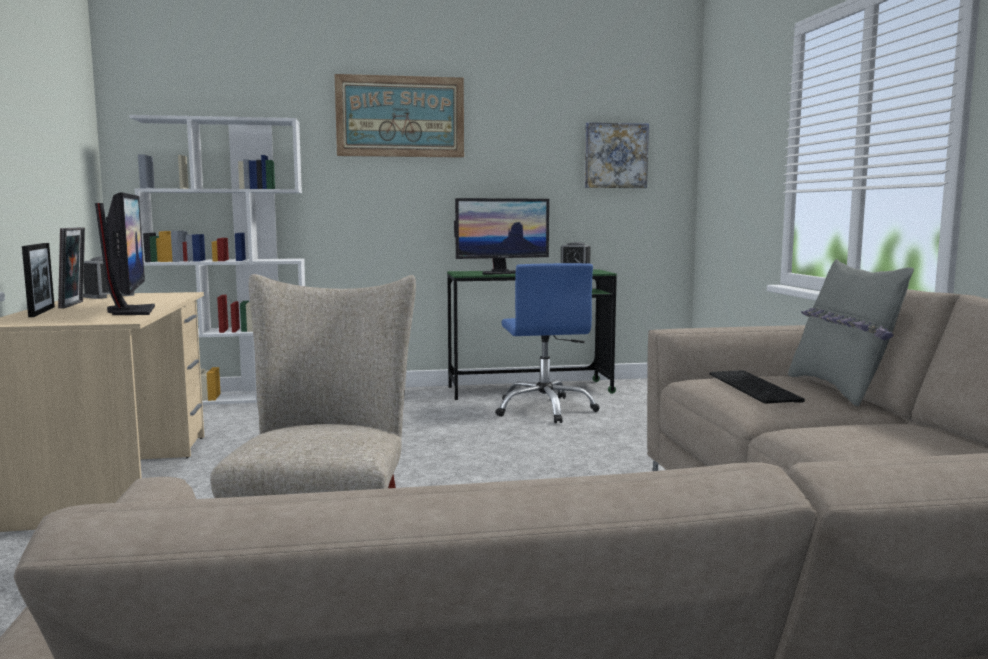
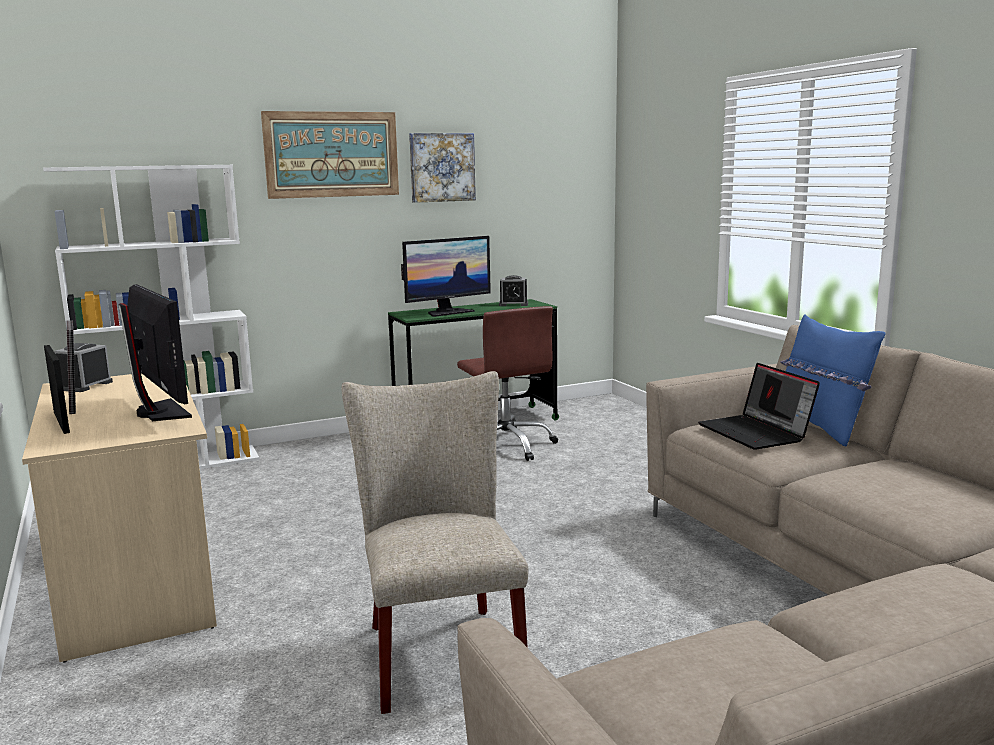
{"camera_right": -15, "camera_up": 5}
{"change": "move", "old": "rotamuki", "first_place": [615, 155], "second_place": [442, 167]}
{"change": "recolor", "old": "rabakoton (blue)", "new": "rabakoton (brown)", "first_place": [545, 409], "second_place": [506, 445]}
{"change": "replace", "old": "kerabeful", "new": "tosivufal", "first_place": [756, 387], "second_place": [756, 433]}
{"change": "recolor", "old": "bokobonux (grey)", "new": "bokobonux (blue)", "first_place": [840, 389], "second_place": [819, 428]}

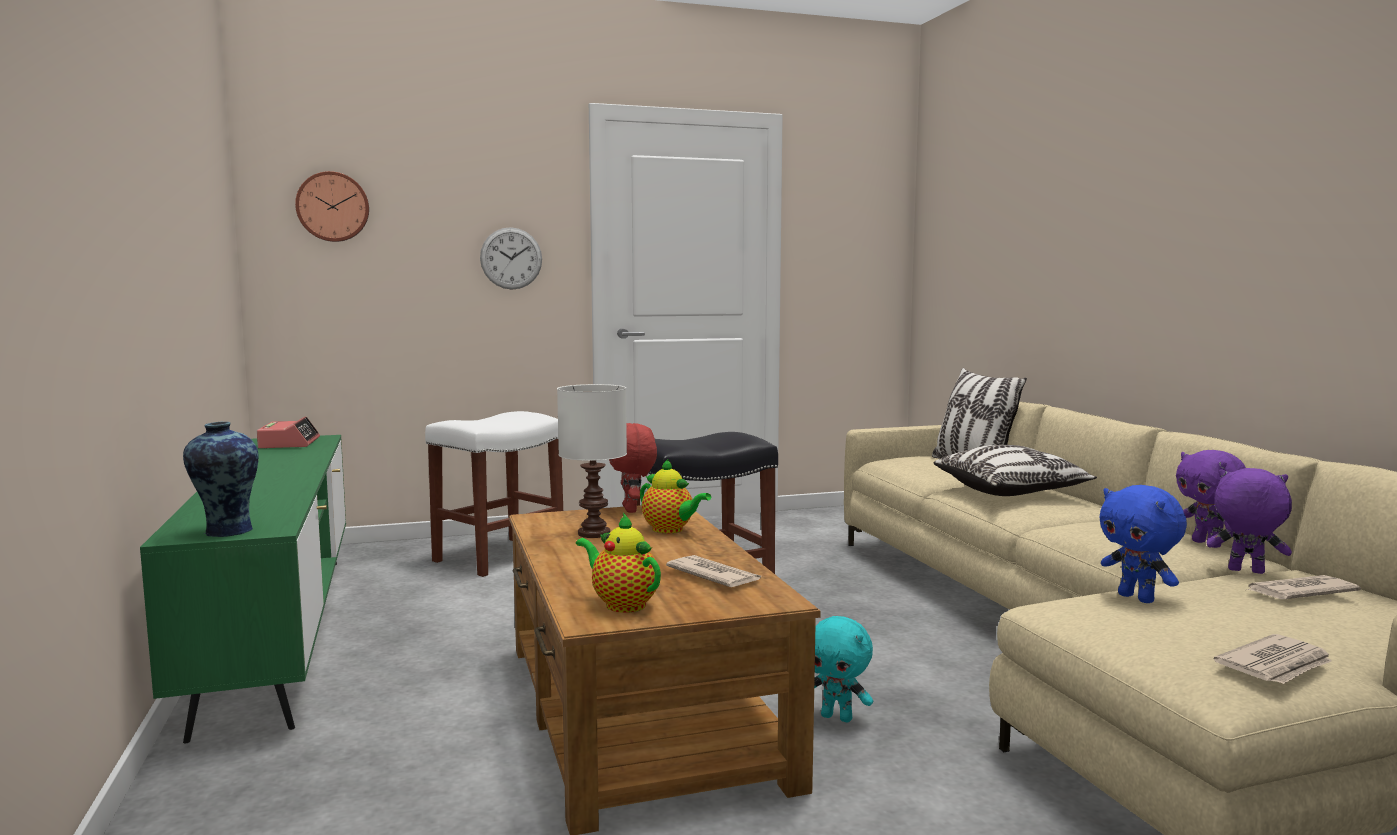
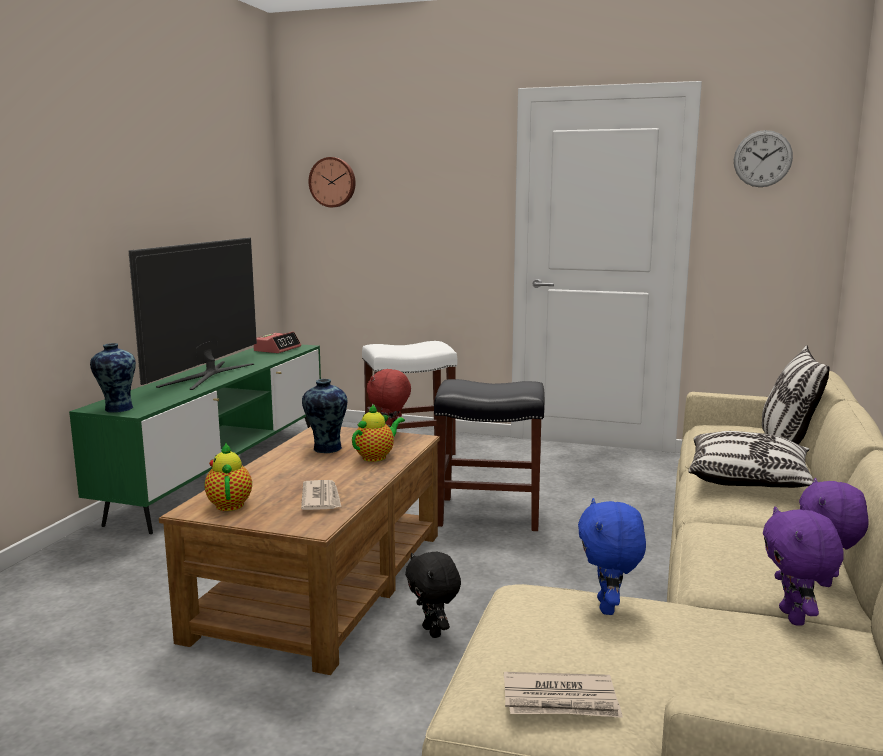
{"camera_right": 35, "camera_up": 5}
{"change": "insert", "new": "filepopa", "second_place": [208, 375]}
{"change": "replace", "old": "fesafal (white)", "new": "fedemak", "first_place": [592, 533], "second_place": [326, 449]}
{"change": "rotate", "old": "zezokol", "first_place": [670, 530], "second_place": [376, 457], "degrees": -120}
{"change": "recolor", "old": "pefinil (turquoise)", "new": "pefinil (black)", "first_place": [837, 717], "second_place": [433, 632]}
{"change": "move", "old": "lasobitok", "first_place": [511, 258], "second_place": [762, 159]}
{"change": "rotate", "old": "pefinil (purple)", "first_place": [1245, 571], "second_place": [794, 618], "degrees": -150}
{"change": "delete", "old": "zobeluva", "first_place": [1298, 592]}

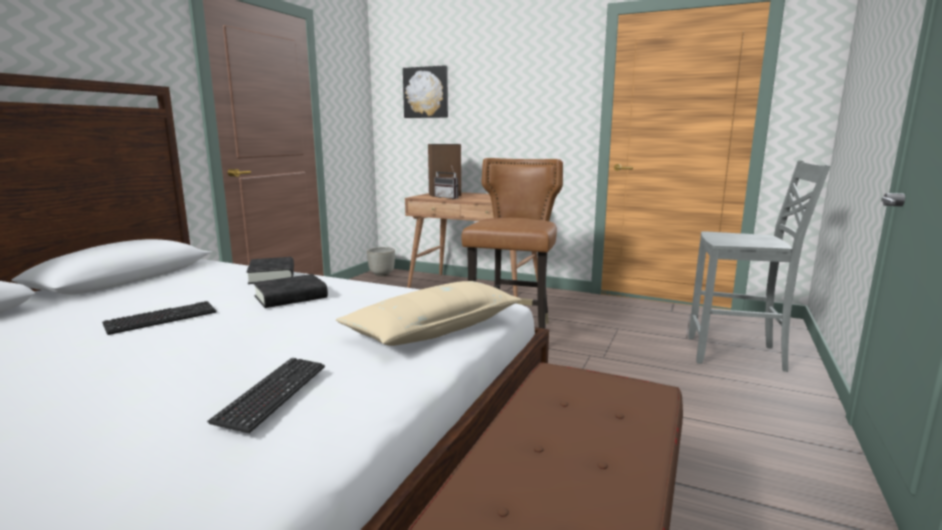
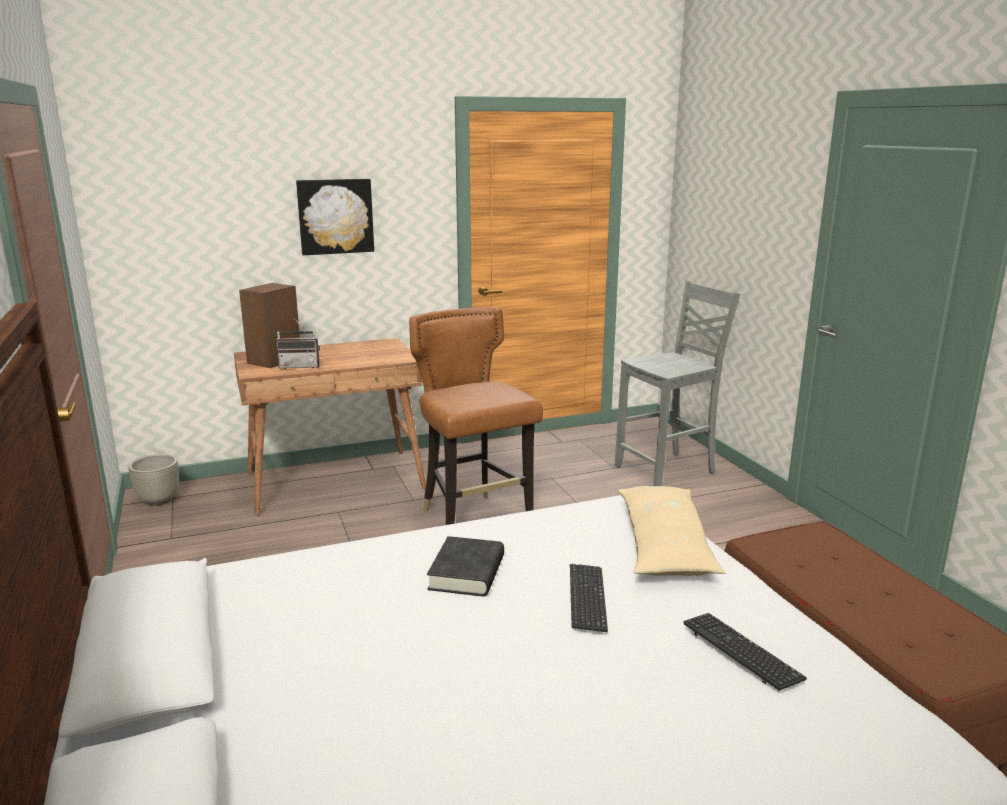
{"camera_right": -45, "camera_up": 5}
{"change": "move", "old": "rotamuki", "first_place": [426, 92], "second_place": [335, 216]}
{"change": "move", "old": "kerabeful", "first_place": [162, 319], "second_place": [587, 599]}
{"change": "delete", "old": "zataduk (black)", "first_place": [272, 275]}

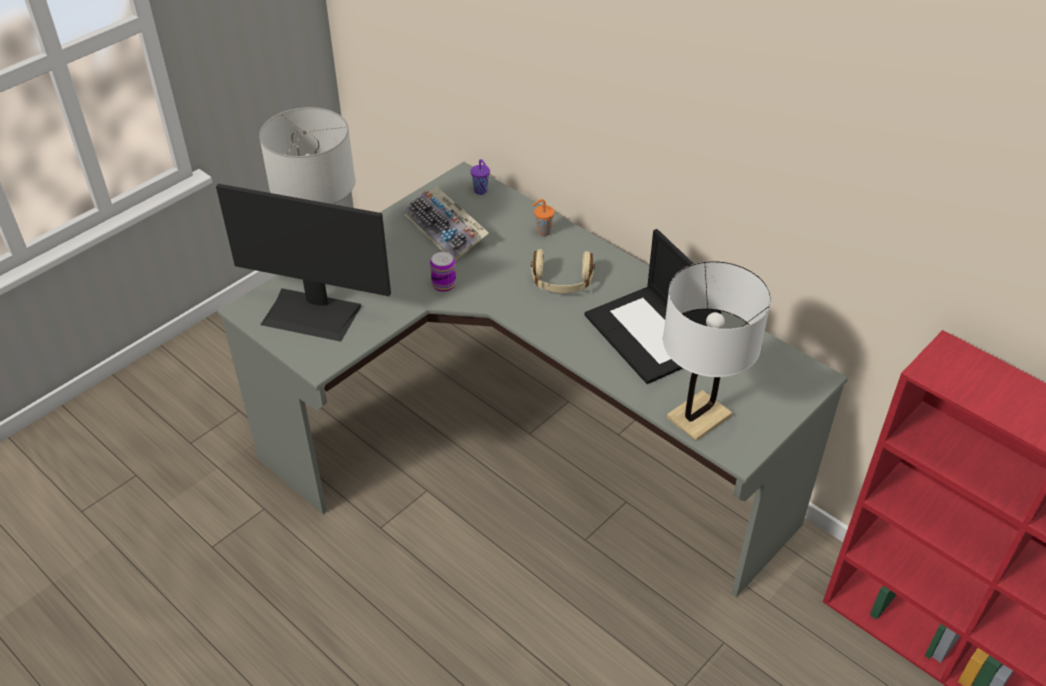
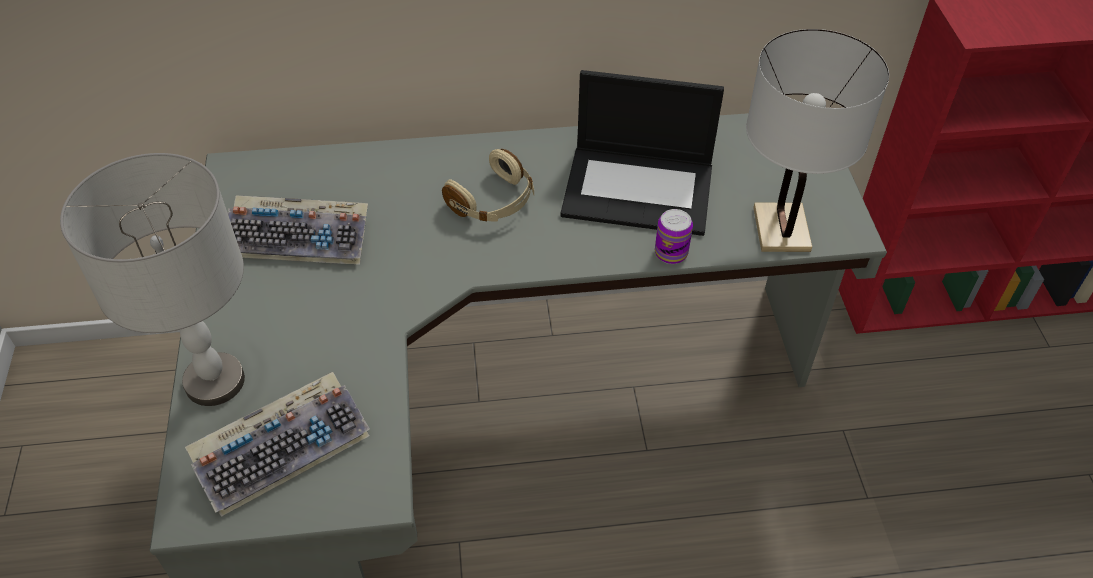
{"camera_right": -50, "camera_up": 5}
{"change": "replace", "old": "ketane", "new": "kerabeful", "first_place": [312, 314], "second_place": [283, 448]}
{"change": "move", "old": "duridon", "first_place": [444, 285], "second_place": [671, 253]}
{"change": "delete", "old": "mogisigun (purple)", "first_place": [481, 191]}
{"change": "delete", "old": "mogisigun (orange)", "first_place": [542, 232]}

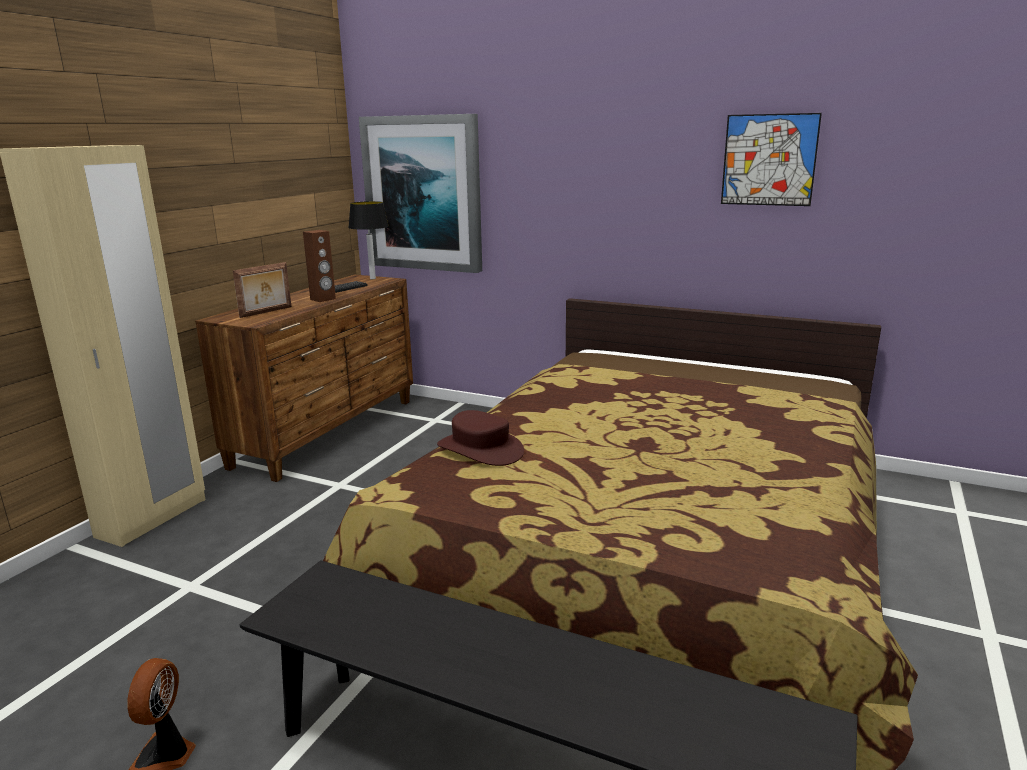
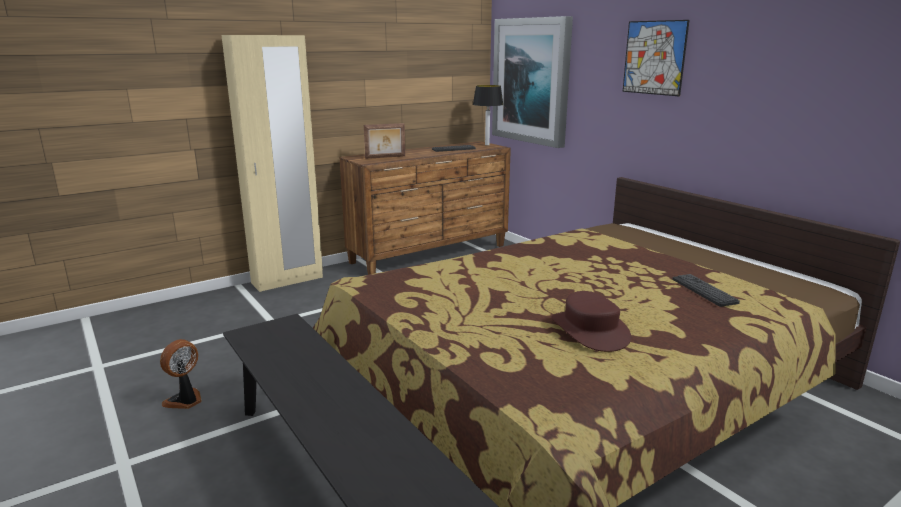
{"camera_right": 30, "camera_up": 0}
{"change": "move", "old": "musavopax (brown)", "first_place": [480, 449], "second_place": [590, 330]}
{"change": "move", "old": "rotamuki", "first_place": [769, 160], "second_place": [654, 57]}
{"change": "insert", "new": "kerabeful", "second_place": [704, 291]}
{"change": "delete", "old": "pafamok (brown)", "first_place": [323, 299]}

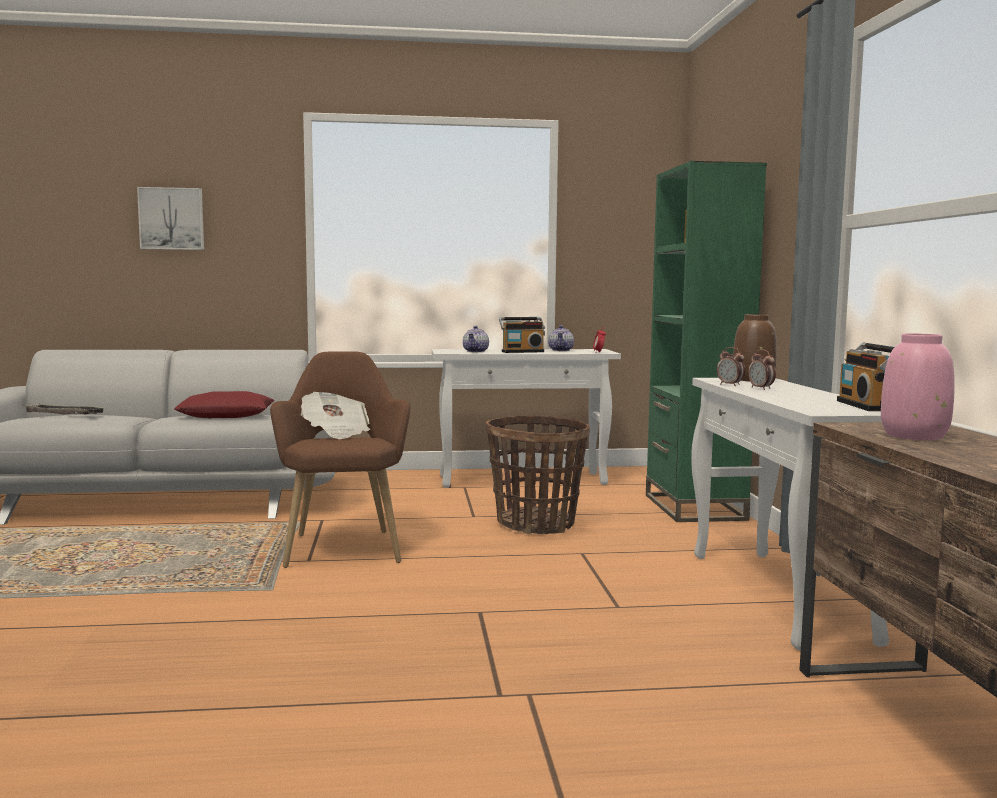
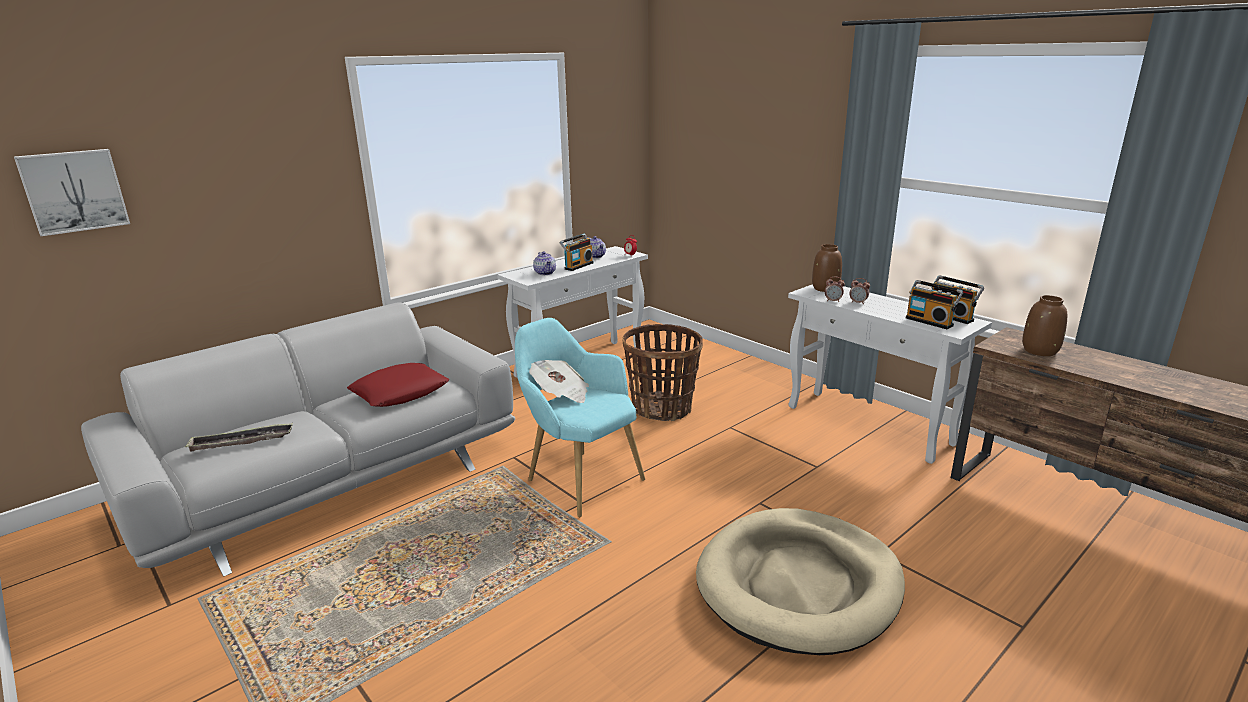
{"camera_right": -35, "camera_up": 15}
{"change": "move", "old": "rotamuki", "first_place": [172, 219], "second_place": [74, 191]}
{"change": "recolor", "old": "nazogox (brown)", "new": "nazogox (turquoise)", "first_place": [343, 546], "second_place": [579, 478]}
{"change": "insert", "new": "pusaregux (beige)", "second_place": [799, 584]}
{"change": "insert", "new": "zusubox", "second_place": [930, 321]}
{"change": "recolor", "old": "fedemak (pink)", "new": "fedemak (brown)", "first_place": [913, 435], "second_place": [1039, 351]}
{"change": "delete", "old": "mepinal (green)", "first_place": [694, 507]}

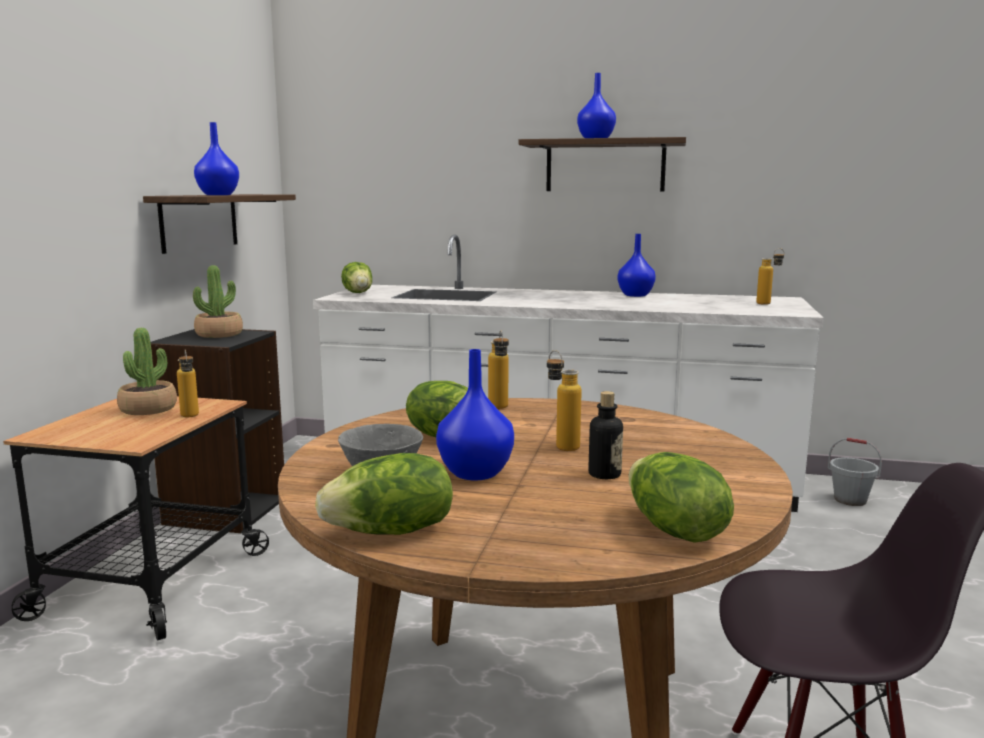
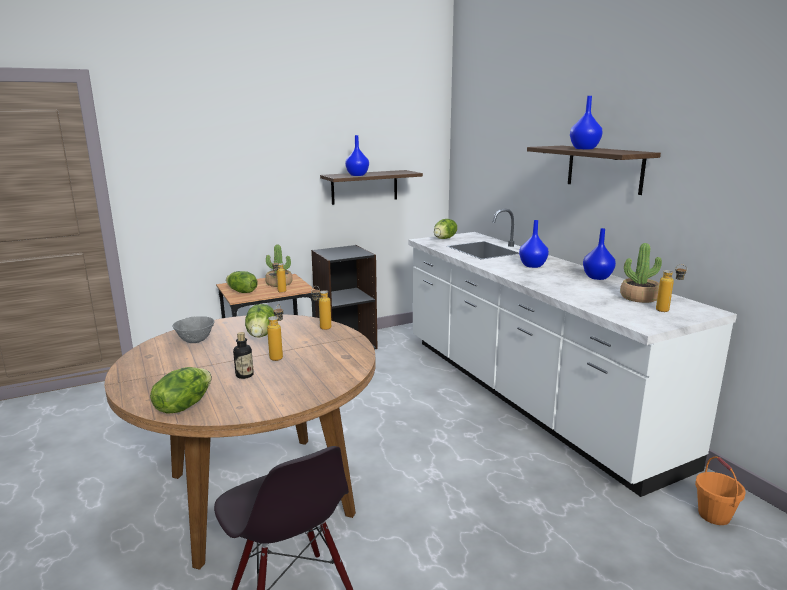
{"camera_right": 50, "camera_up": 5}
{"change": "move", "old": "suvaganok", "first_place": [391, 532], "second_place": [242, 292]}
{"change": "move", "old": "fedemak (blue)", "first_place": [477, 473], "second_place": [533, 266]}
{"change": "move", "old": "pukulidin", "first_place": [219, 334], "second_place": [639, 298]}
{"change": "recolor", "old": "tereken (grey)", "new": "tereken (orange)", "first_place": [850, 500], "second_place": [714, 515]}

